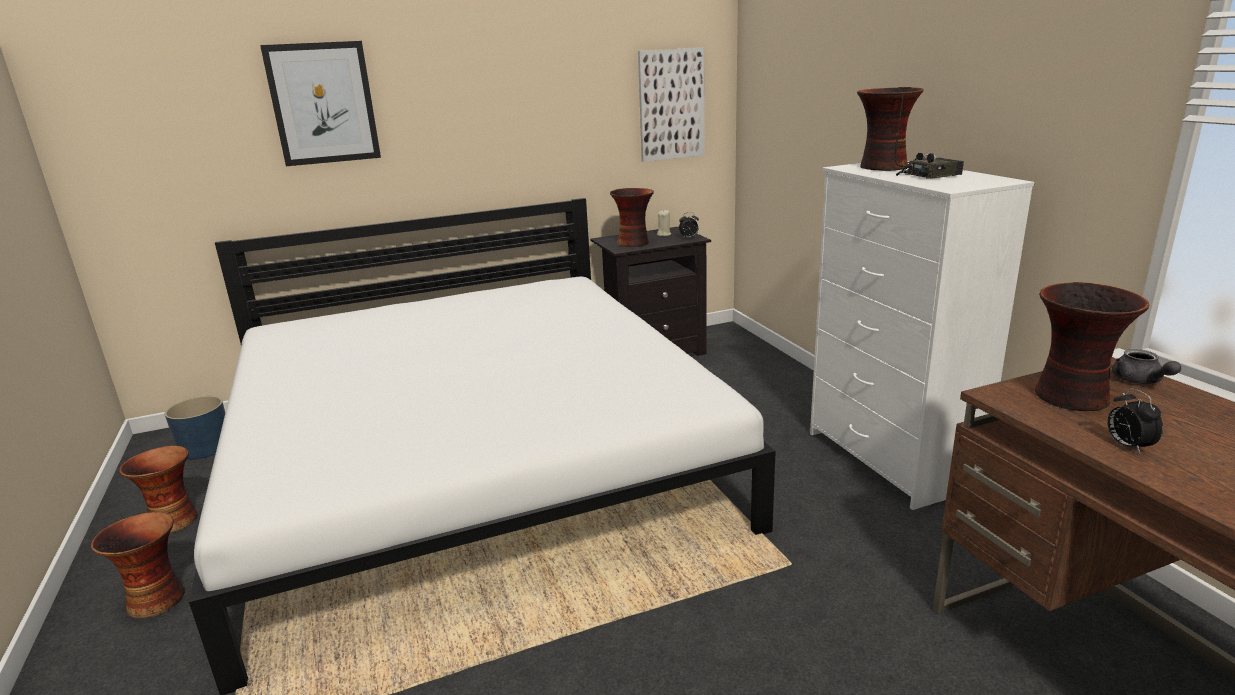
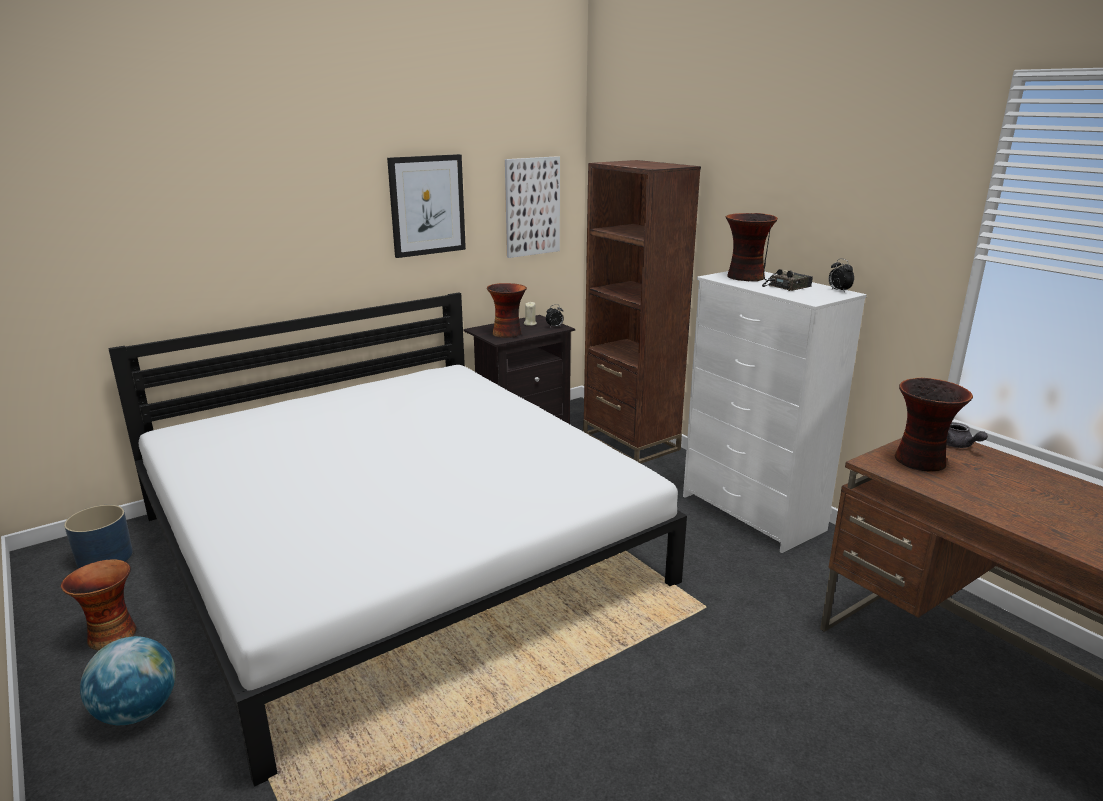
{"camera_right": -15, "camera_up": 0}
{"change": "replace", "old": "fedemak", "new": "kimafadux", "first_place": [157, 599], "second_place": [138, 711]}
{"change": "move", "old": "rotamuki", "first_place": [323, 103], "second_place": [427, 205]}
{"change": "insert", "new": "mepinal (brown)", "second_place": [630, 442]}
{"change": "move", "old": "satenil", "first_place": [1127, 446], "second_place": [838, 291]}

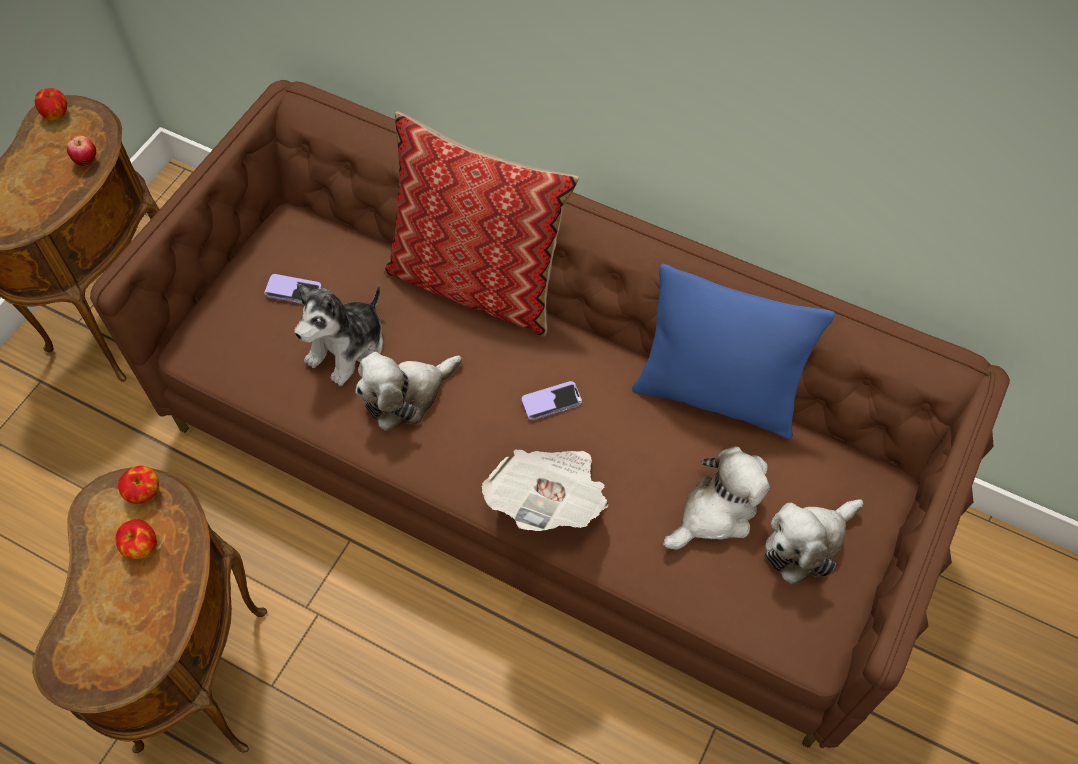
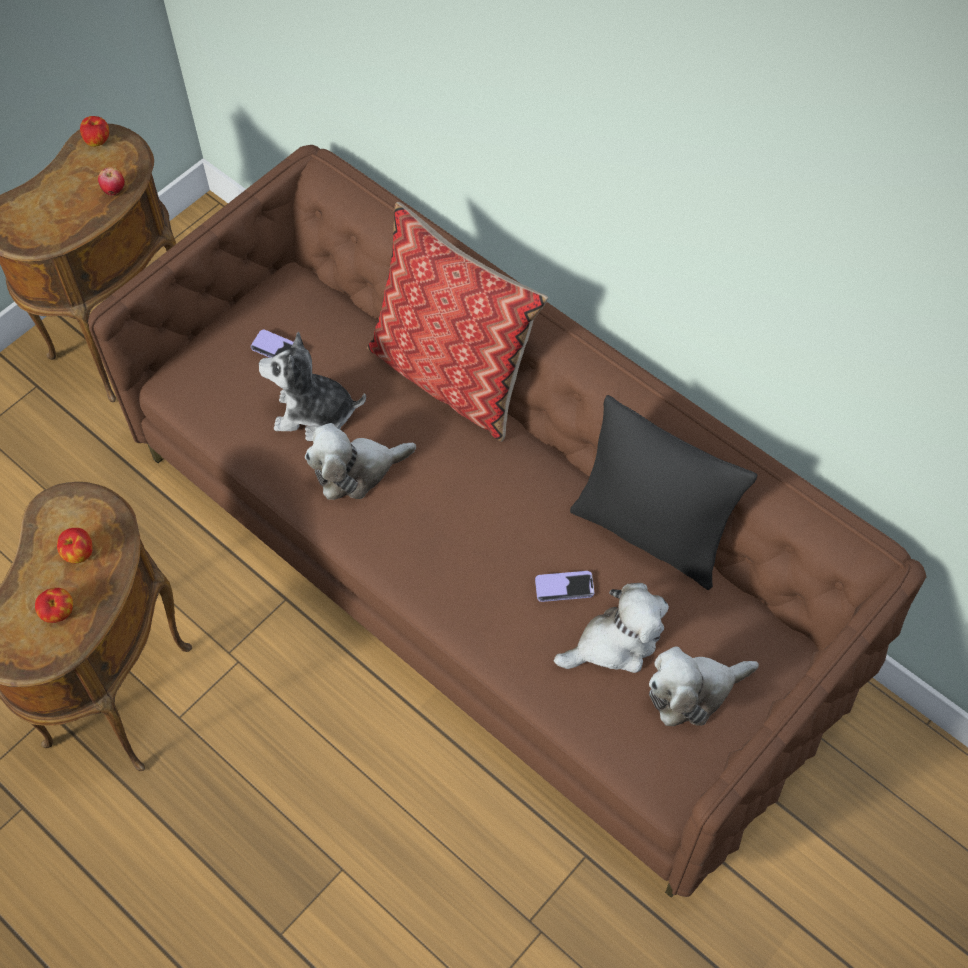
{"camera_right": 15, "camera_up": 0}
{"change": "move", "old": "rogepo", "first_place": [144, 493], "second_place": [59, 613]}
{"change": "rotate", "old": "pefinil", "first_place": [348, 348], "second_place": [314, 414], "degrees": 45}
{"change": "move", "old": "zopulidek", "first_place": [551, 401], "second_place": [564, 587]}
{"change": "recolor", "old": "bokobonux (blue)", "new": "bokobonux (black)", "first_place": [716, 396], "second_place": [650, 533]}
{"change": "delete", "old": "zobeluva", "first_place": [549, 500]}

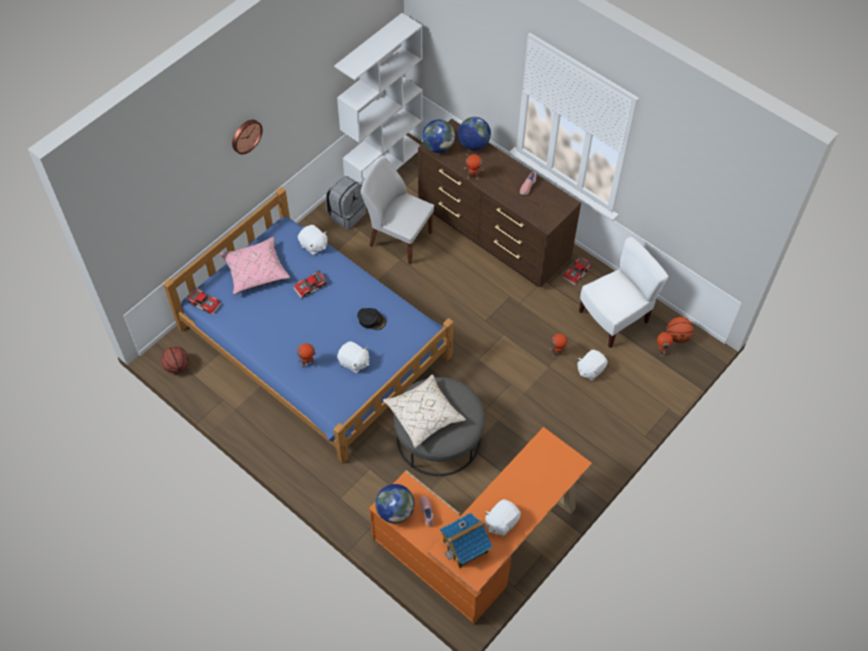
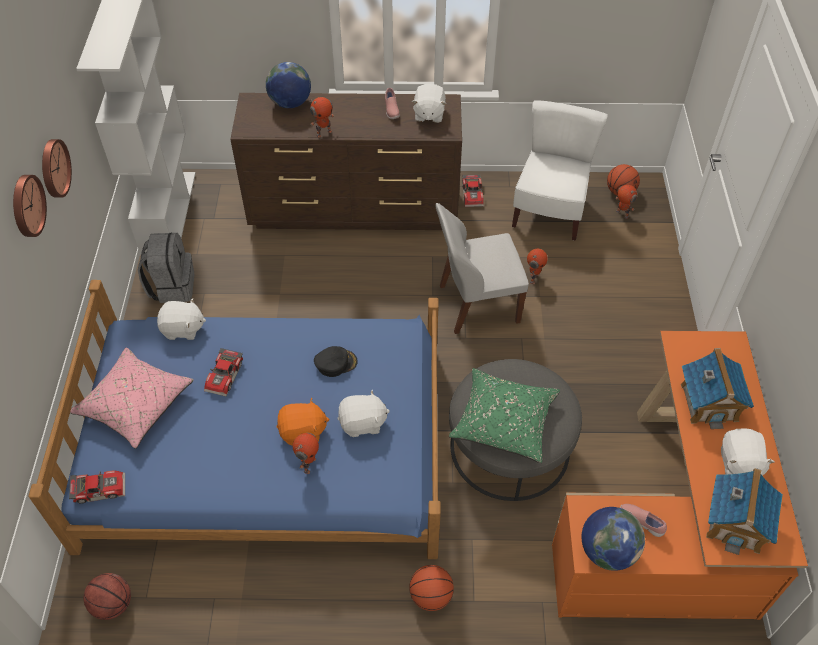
{"camera_right": -40, "camera_up": -5}
{"change": "insert", "new": "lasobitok", "second_place": [53, 168]}
{"change": "insert", "new": "pefinil (orange)", "second_place": [303, 431]}
{"change": "insert", "new": "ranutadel", "second_place": [431, 596]}
{"change": "move", "old": "pefinil (white)", "first_place": [590, 369], "second_place": [428, 114]}
{"change": "move", "old": "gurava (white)", "first_place": [399, 238], "second_place": [476, 304]}
{"change": "recolor", "old": "bokobonux (beige)", "new": "bokobonux (green)", "first_place": [424, 415], "second_place": [504, 421]}
{"change": "insert", "new": "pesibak", "second_place": [709, 402]}
{"change": "delete", "old": "kimafadux", "first_place": [438, 147]}

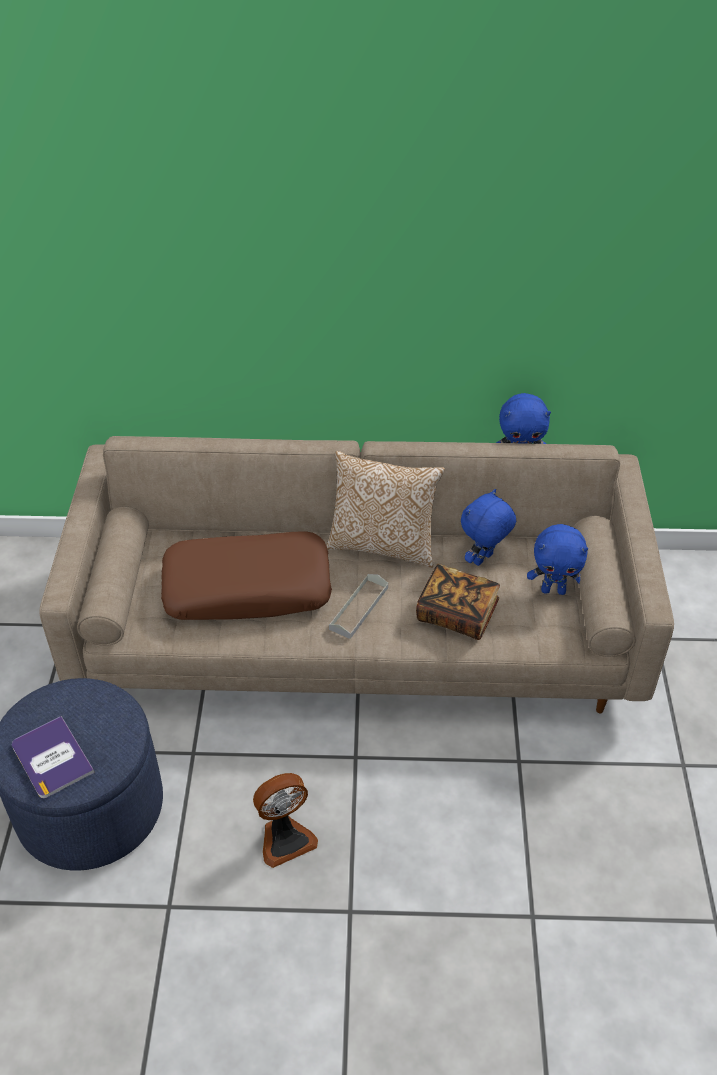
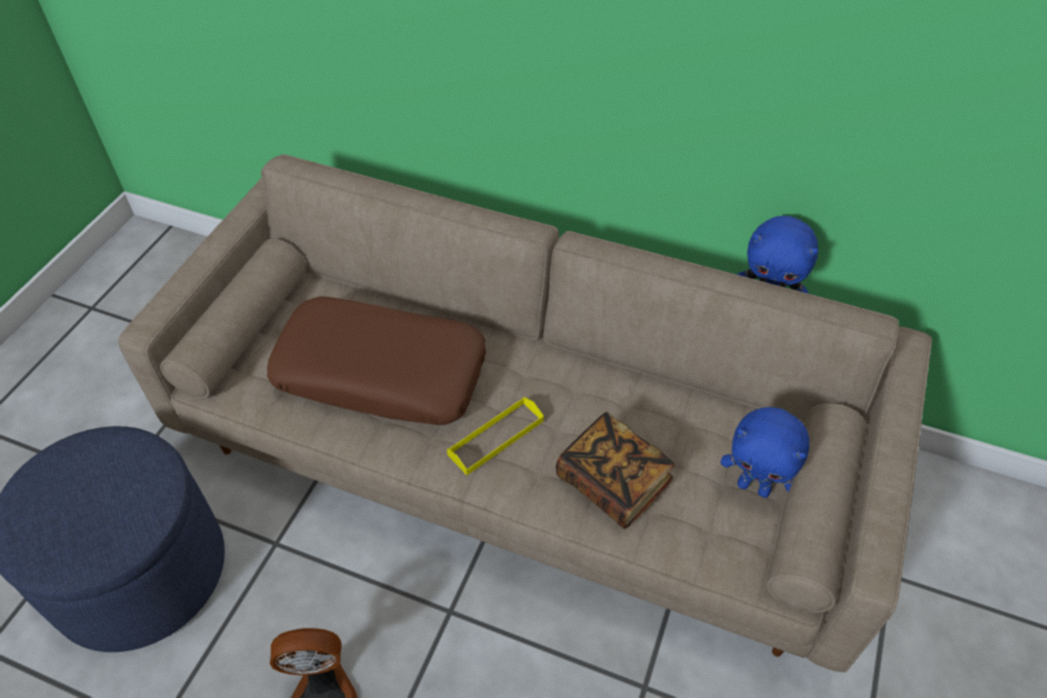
{"camera_right": 20, "camera_up": 5}
{"change": "recolor", "old": "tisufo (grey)", "new": "tisufo (yellow)", "first_place": [359, 608], "second_place": [496, 438]}
{"change": "delete", "old": "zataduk", "first_place": [52, 758]}
{"change": "delete", "old": "bokobonux", "first_place": [383, 545]}
{"change": "delete", "old": "pefinil (blue)", "first_place": [483, 560]}

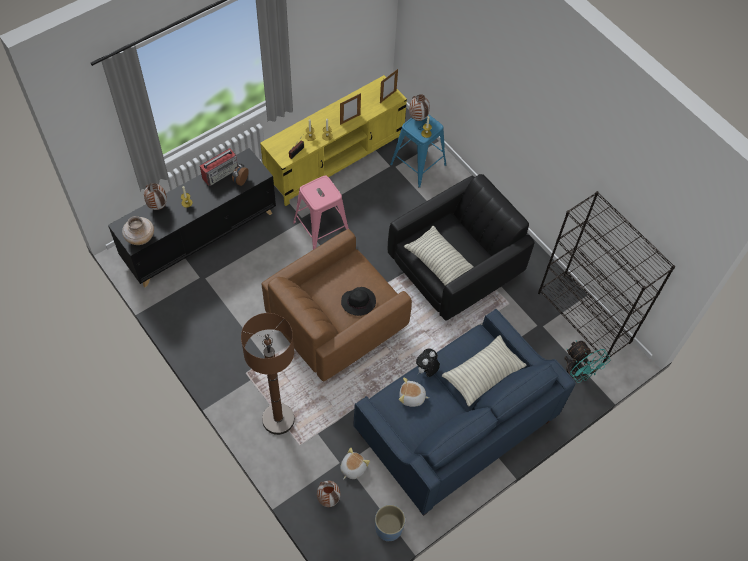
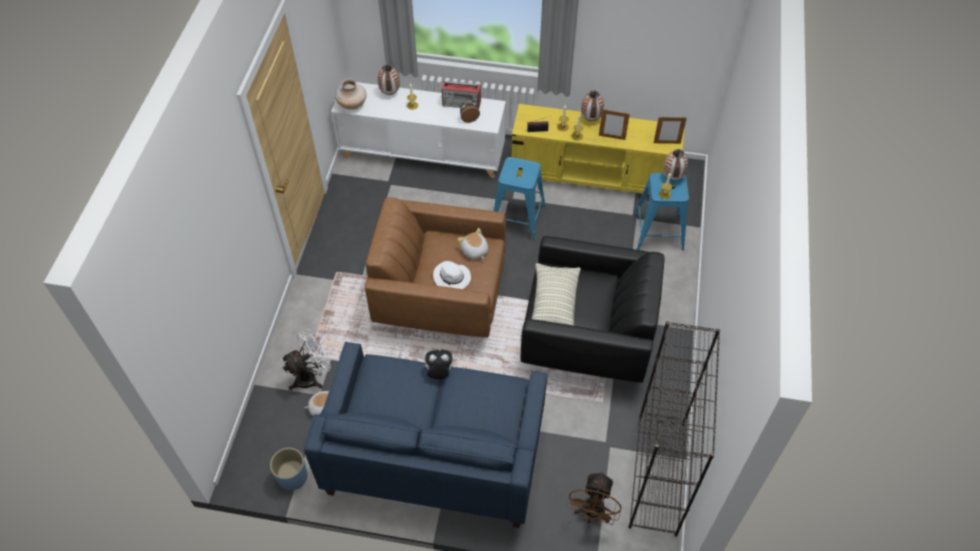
{"camera_right": 50, "camera_up": -5}
{"change": "insert", "new": "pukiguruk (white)", "second_place": [311, 377]}
{"change": "recolor", "old": "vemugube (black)", "new": "vemugube (white)", "first_place": [200, 236], "second_place": [423, 154]}
{"change": "recolor", "old": "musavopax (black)", "new": "musavopax (white)", "first_place": [359, 302], "second_place": [452, 278]}
{"change": "move", "old": "pefinil", "first_place": [412, 397], "second_place": [474, 251]}
{"change": "recolor", "old": "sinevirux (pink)", "new": "sinevirux (blue)", "first_place": [321, 228], "second_place": [518, 218]}
{"change": "recolor", "old": "pukiguruk (turquoise)", "new": "pukiguruk (brown)", "first_place": [577, 374], "second_place": [592, 514]}
{"change": "move", "old": "fedemak", "first_place": [328, 499], "second_place": [590, 119]}
{"change": "delete", "old": "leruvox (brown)", "first_place": [278, 419]}
{"change": "delete", "old": "bokobonux", "first_place": [482, 375]}

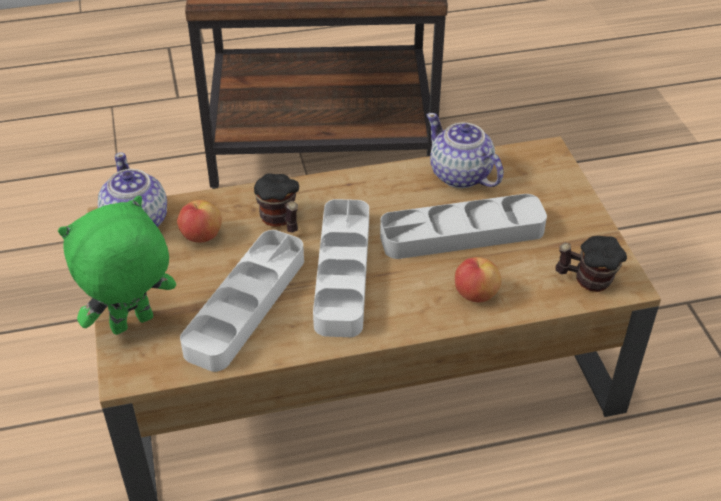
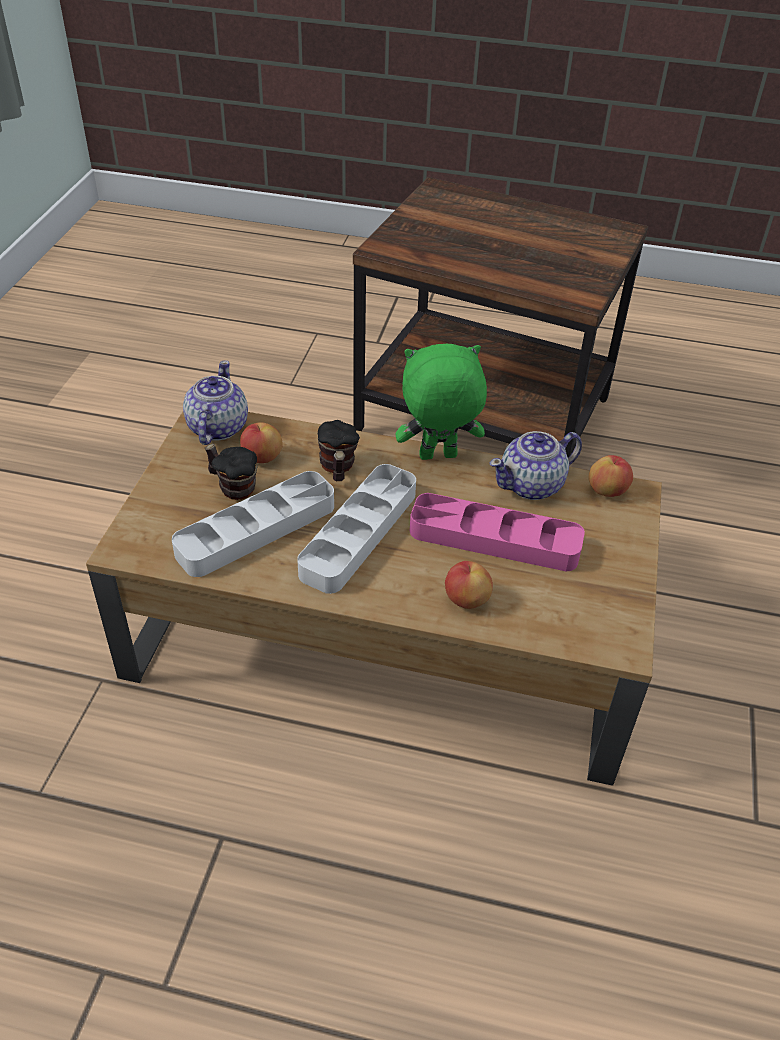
{"camera_right": 25, "camera_up": 0}
{"change": "move", "old": "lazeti", "first_place": [586, 280], "second_place": [233, 487]}
{"change": "move", "old": "pefinil (green)", "first_place": [132, 325], "second_place": [437, 457]}
{"change": "recolor", "old": "tisufo (grey)", "new": "tisufo (pink)", "first_place": [462, 233], "second_place": [494, 539]}
{"change": "rotate", "old": "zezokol", "first_place": [460, 175], "second_place": [532, 485], "degrees": -105}
{"change": "insert", "new": "rogepo", "second_place": [607, 490]}

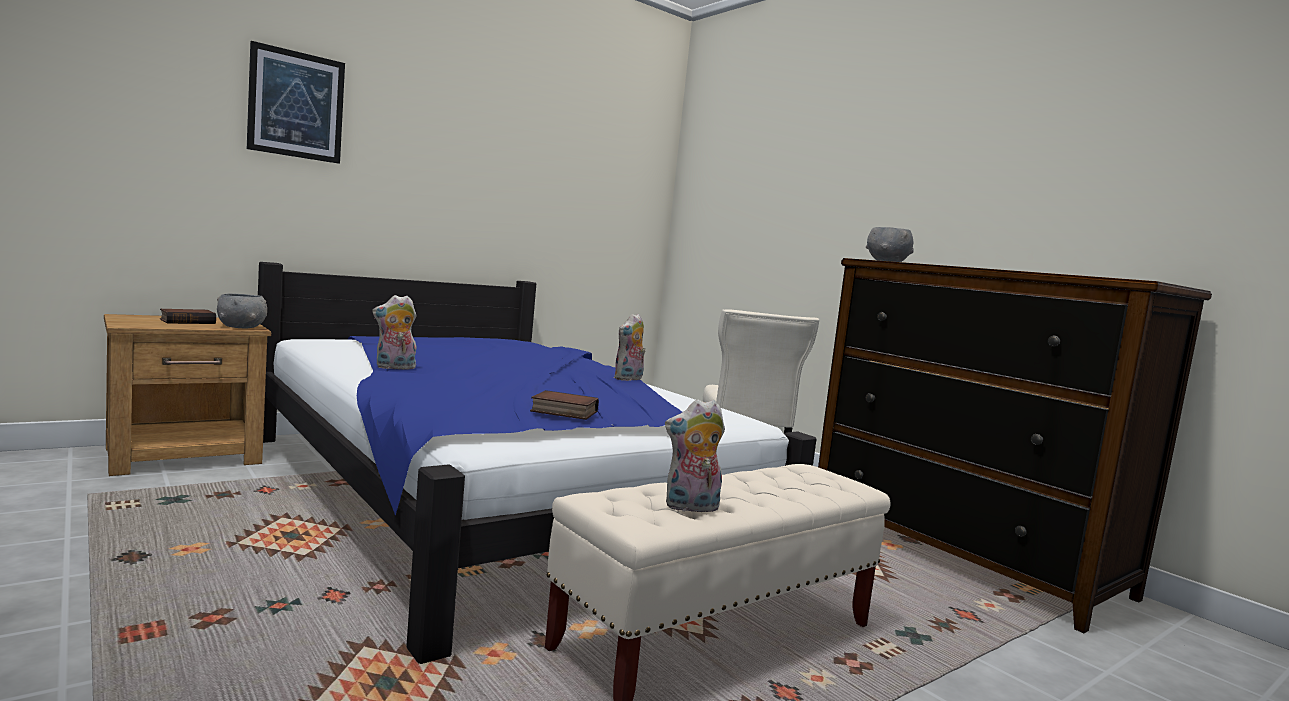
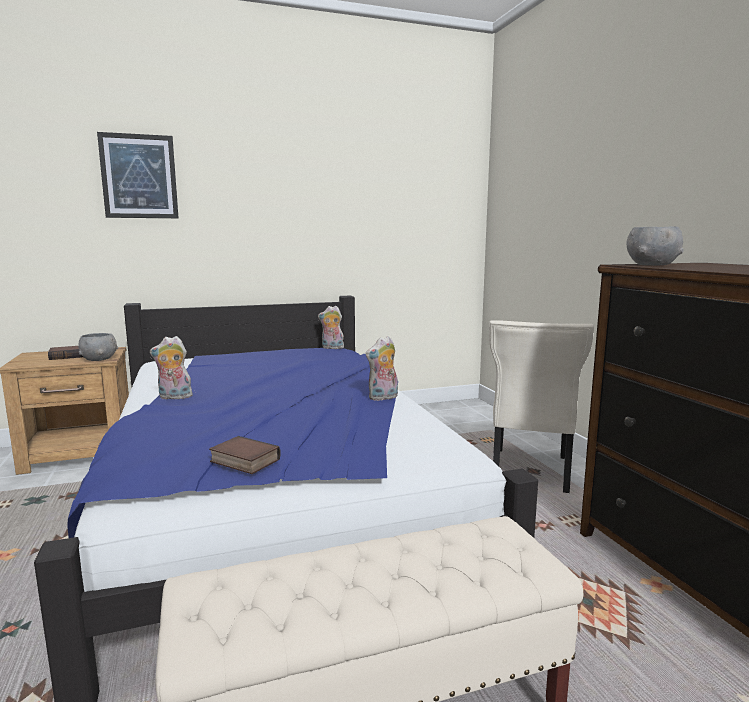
{"camera_right": 20, "camera_up": 5}
{"change": "move", "old": "pefinil", "first_place": [691, 508], "second_place": [332, 348]}

